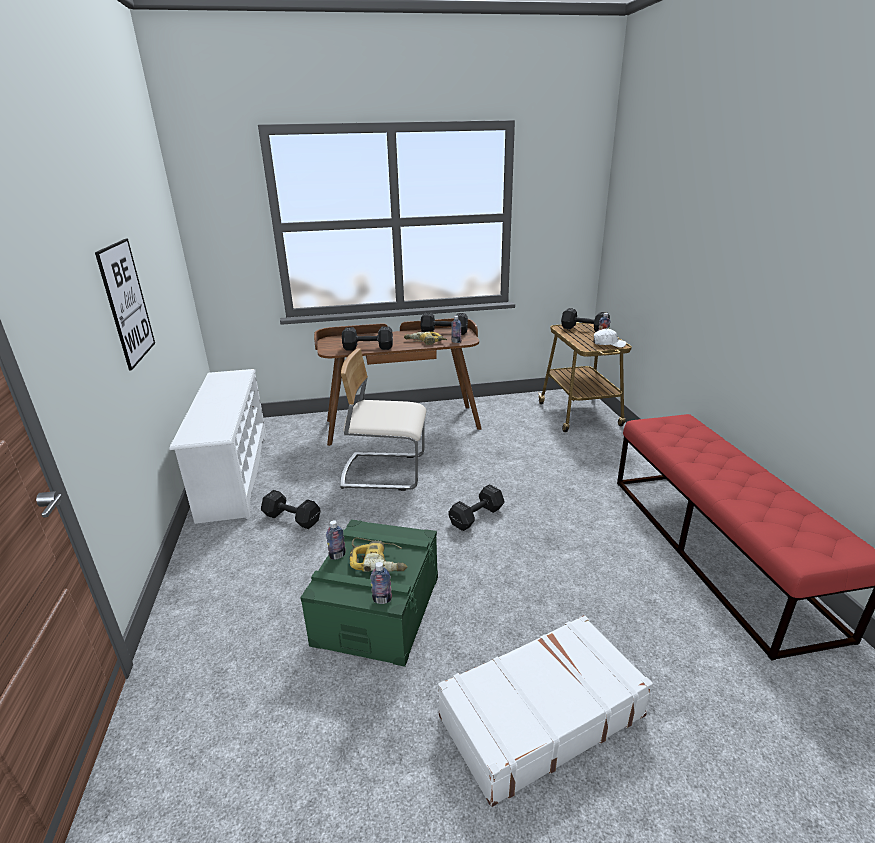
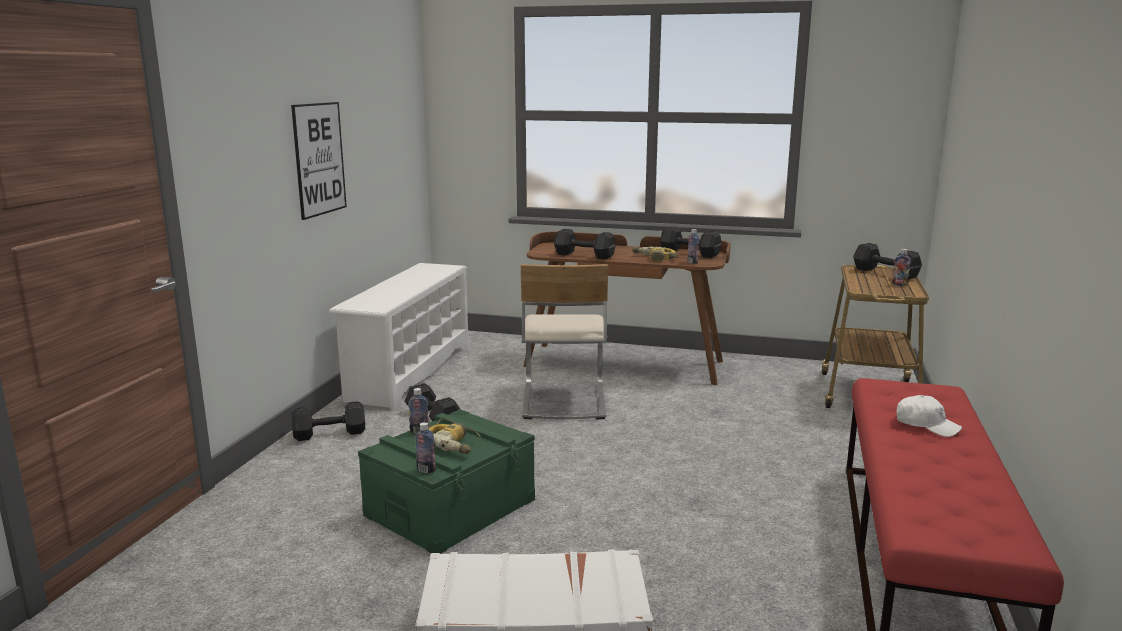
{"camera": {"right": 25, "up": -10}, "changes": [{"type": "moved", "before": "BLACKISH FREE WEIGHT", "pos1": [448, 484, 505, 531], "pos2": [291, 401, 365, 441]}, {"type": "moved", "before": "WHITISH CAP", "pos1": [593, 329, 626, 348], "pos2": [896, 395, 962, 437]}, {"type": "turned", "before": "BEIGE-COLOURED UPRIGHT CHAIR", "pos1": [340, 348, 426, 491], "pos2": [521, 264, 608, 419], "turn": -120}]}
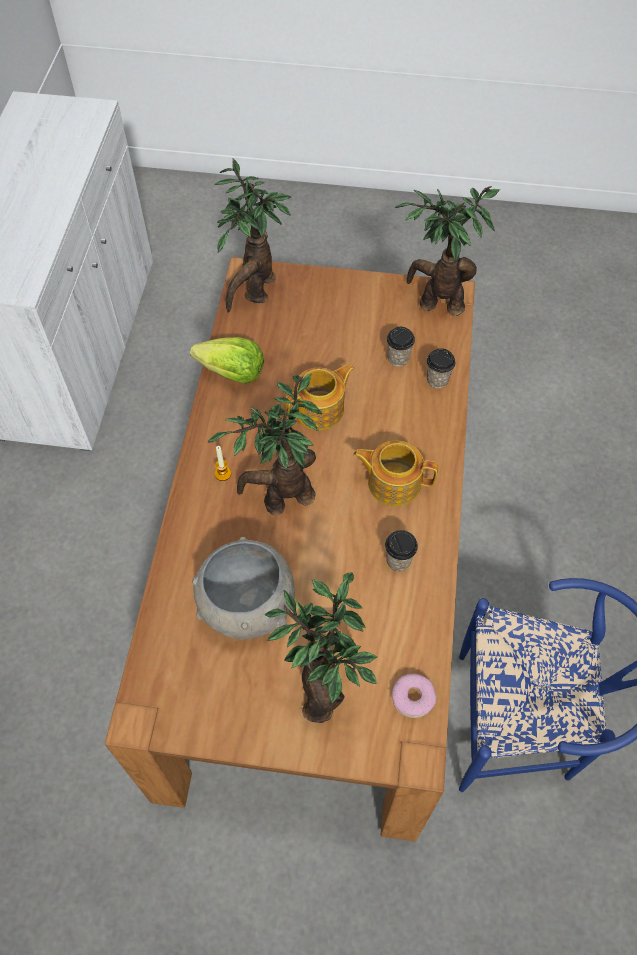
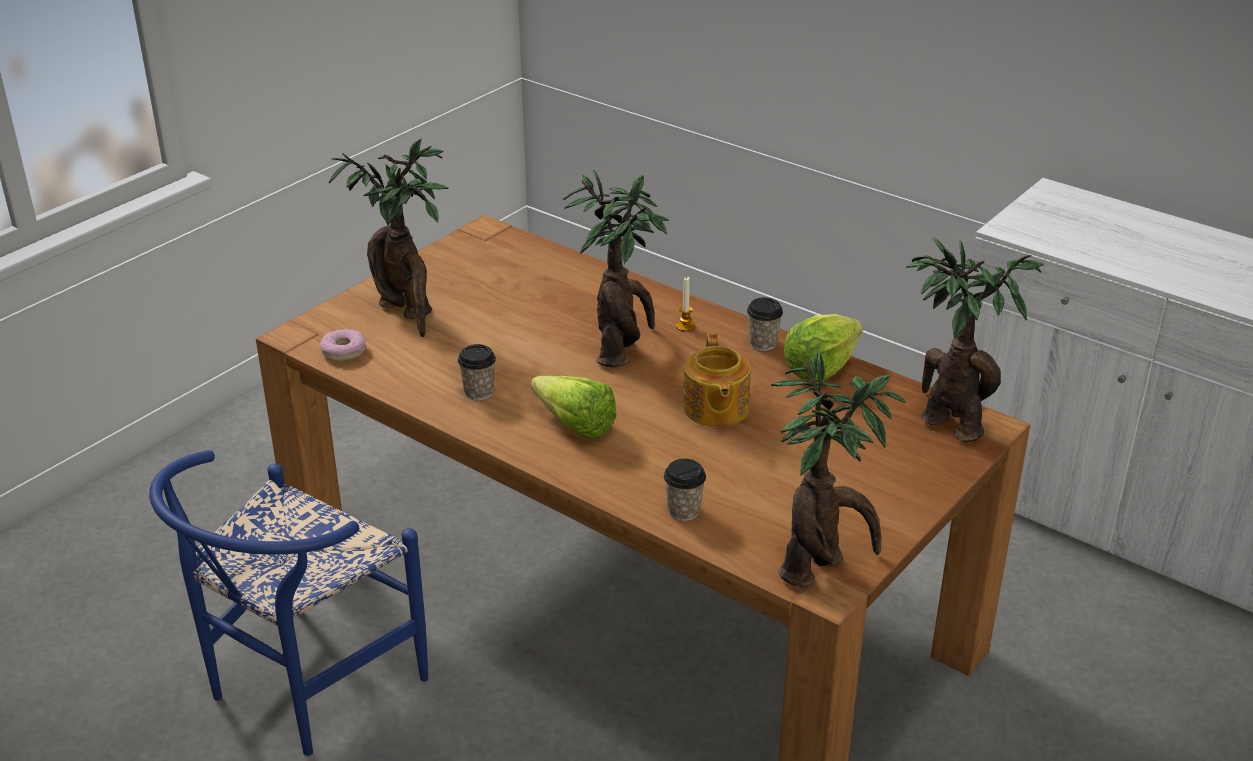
{"camera": {"right": 120, "up": -25}, "changes": [{"type": "removed", "before": "GRAY BOWL", "pos1": [192, 537, 295, 639]}, {"type": "moved", "before": "DRINKING CUP", "pos1": [387, 327, 415, 366], "pos2": [747, 297, 783, 351]}, {"type": "replaced", "before": "POT FOR TEA", "after": "HEAD OF LETTUCE", "pos1": [353, 441, 438, 506], "pos2": [531, 376, 616, 438]}]}
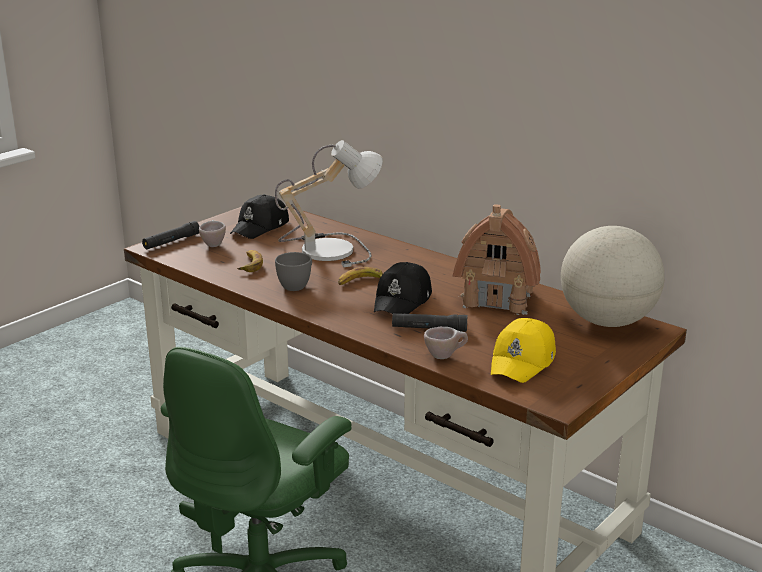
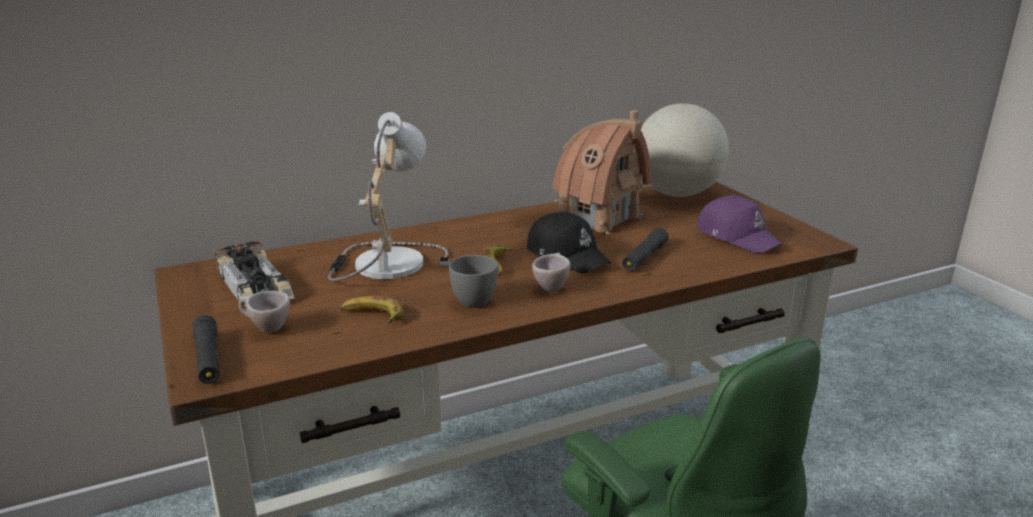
{"camera": {"right": -65, "up": 0}, "changes": [{"type": "moved", "before": "BEIGE-COLOURED DRINKING CUP", "pos1": [424, 327, 468, 359], "pos2": [532, 252, 571, 292]}, {"type": "replaced", "before": "BLACKISH CAP", "after": "MODEL CAR", "pos1": [230, 194, 289, 239], "pos2": [213, 240, 294, 308]}, {"type": "recoloured", "before": "YELLOWISH CAP", "after": "PURPLE-COLOURED CAP", "pos1": [491, 318, 556, 383], "pos2": [697, 195, 783, 254]}]}
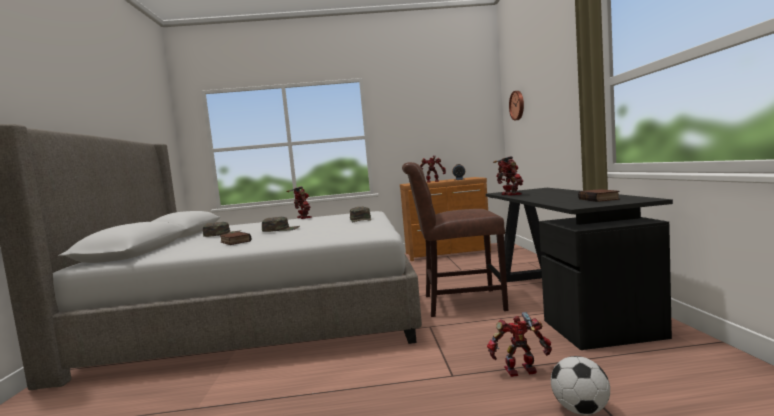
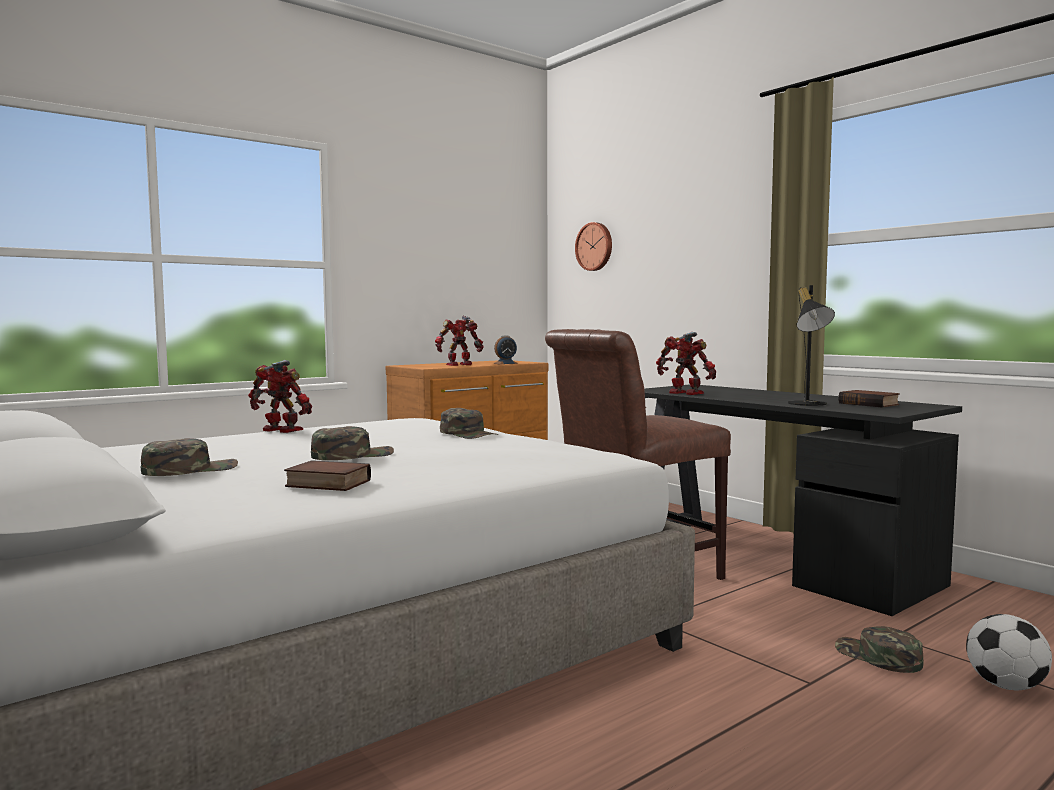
{"camera": {"right": -35, "up": 0}, "changes": [{"type": "added", "after": "BLACKISH TABLE LAMP", "pos2": [788, 285, 835, 406]}, {"type": "replaced", "before": "ROBOT FIGURE", "after": "GREENISH CAP", "pos1": [487, 312, 552, 377], "pos2": [835, 626, 924, 673]}]}
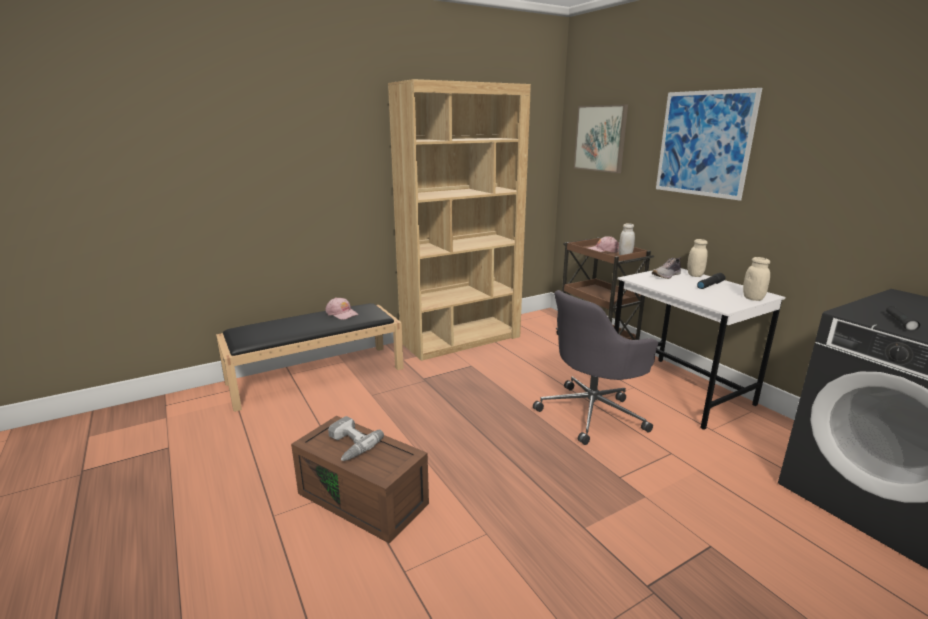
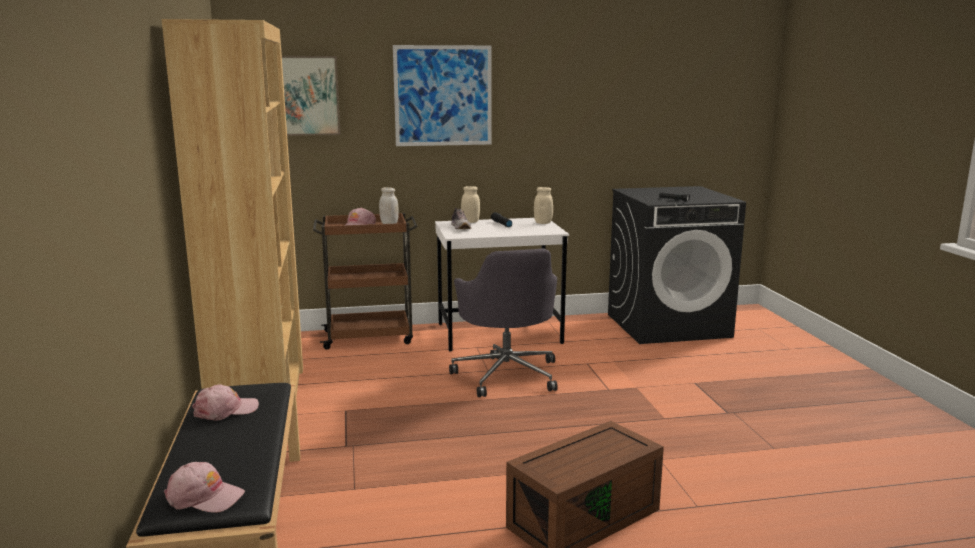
{"camera": {"right": -70, "up": -5}, "changes": [{"type": "removed", "before": "POWER DRILL", "pos1": [328, 416, 384, 461]}, {"type": "added", "after": "PINK CAP", "pos2": [164, 462, 245, 513]}]}
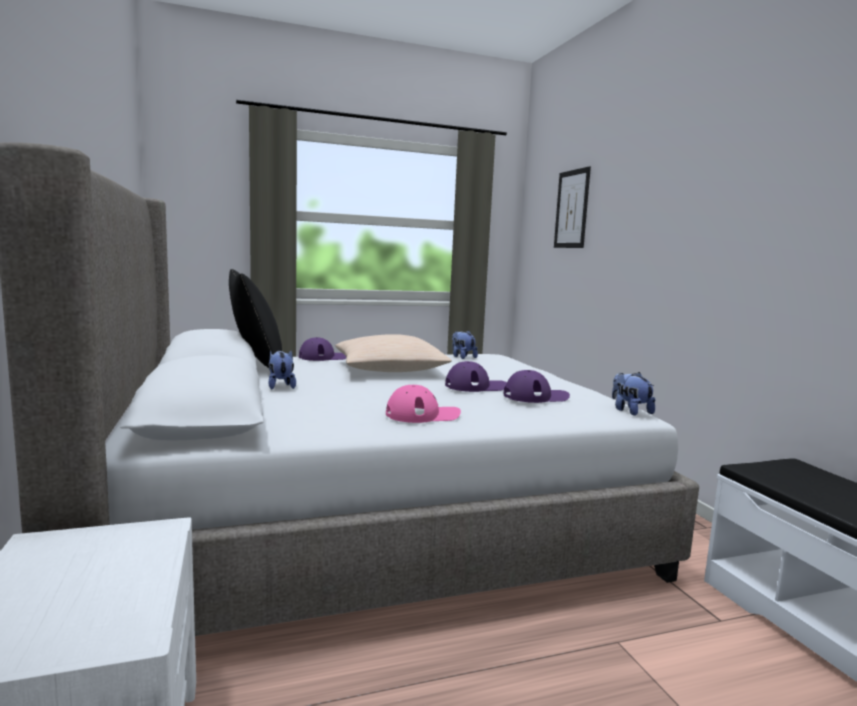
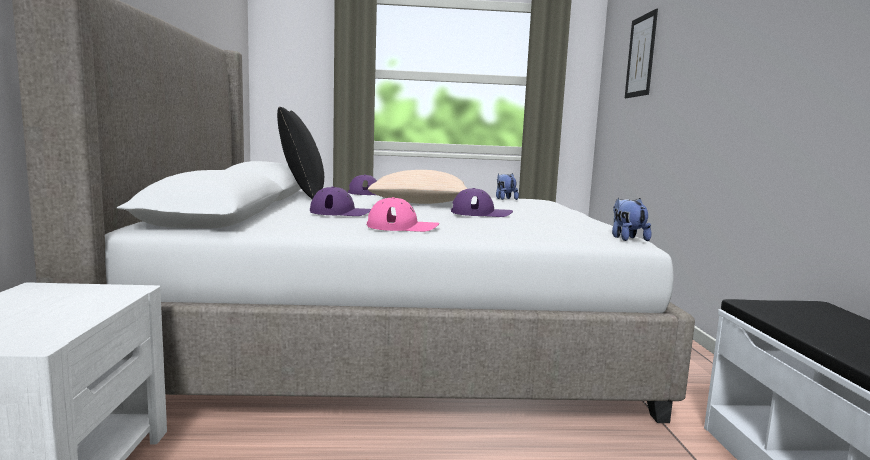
{"camera": {"right": 15, "up": 0}, "changes": [{"type": "removed", "before": "PLUSH TOY", "pos1": [268, 350, 296, 389]}, {"type": "moved", "before": "PURPLE-COLOURED CAP", "pos1": [503, 370, 570, 403], "pos2": [310, 187, 371, 216]}]}
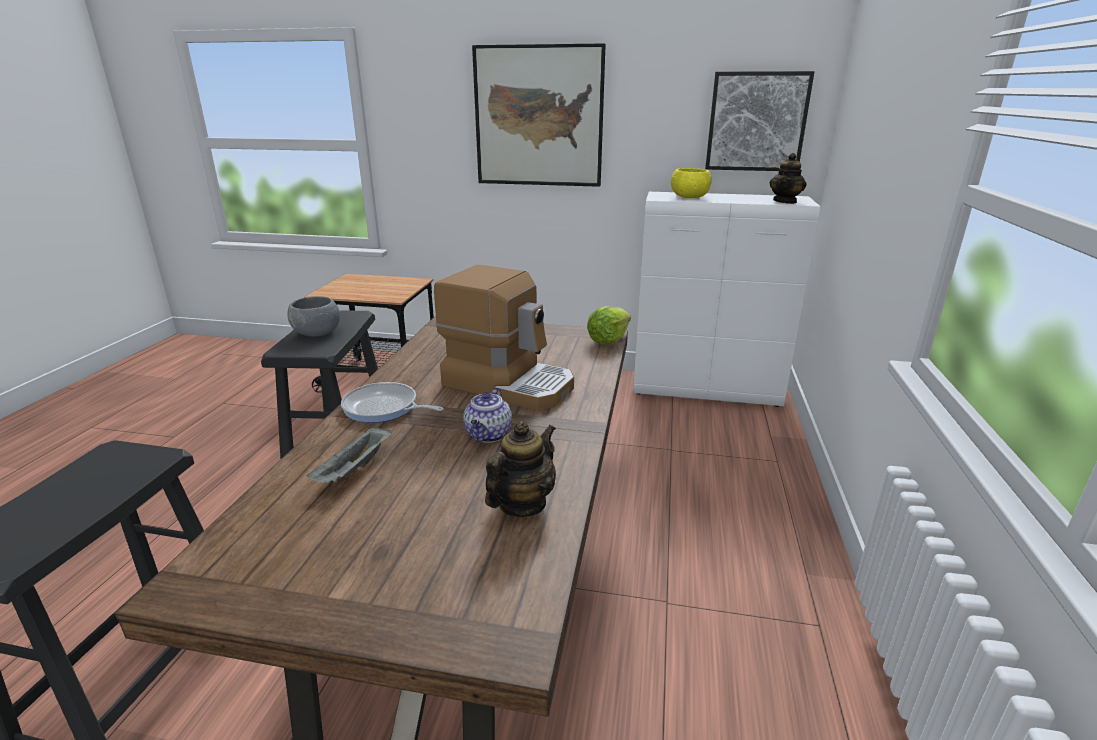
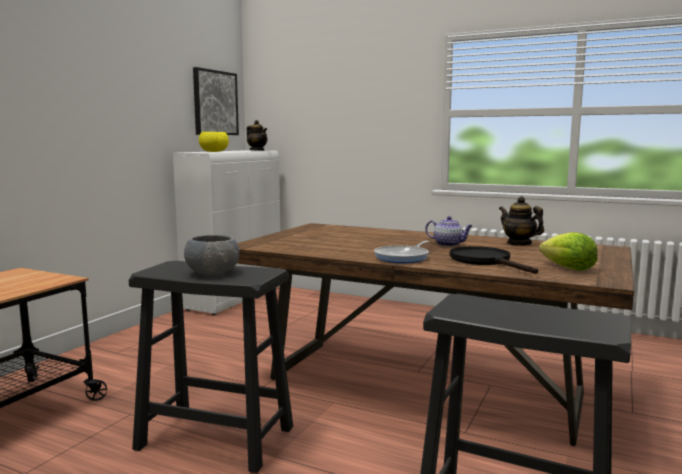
{"camera": {"right": -75, "up": -15}, "changes": [{"type": "removed", "before": "COFFEE BREWER", "pos1": [434, 265, 574, 410]}, {"type": "removed", "before": "PICTURE", "pos1": [472, 43, 606, 187]}, {"type": "moved", "before": "HEAD OF LETTUCE", "pos1": [587, 306, 631, 345], "pos2": [539, 232, 598, 271]}, {"type": "replaced", "before": "GRAY SERVING TRAY", "after": "BLACKISH FRYING PAN", "pos1": [307, 425, 391, 483], "pos2": [450, 246, 538, 274]}]}
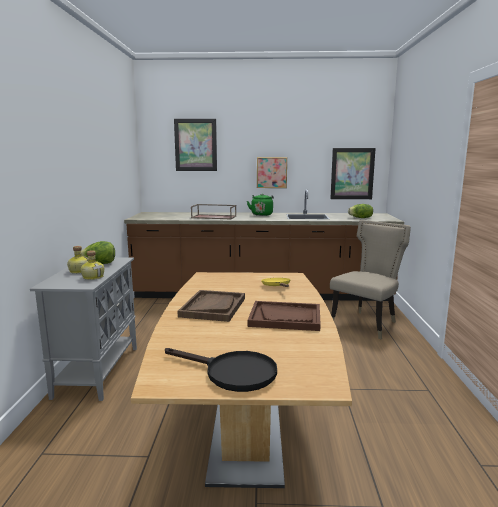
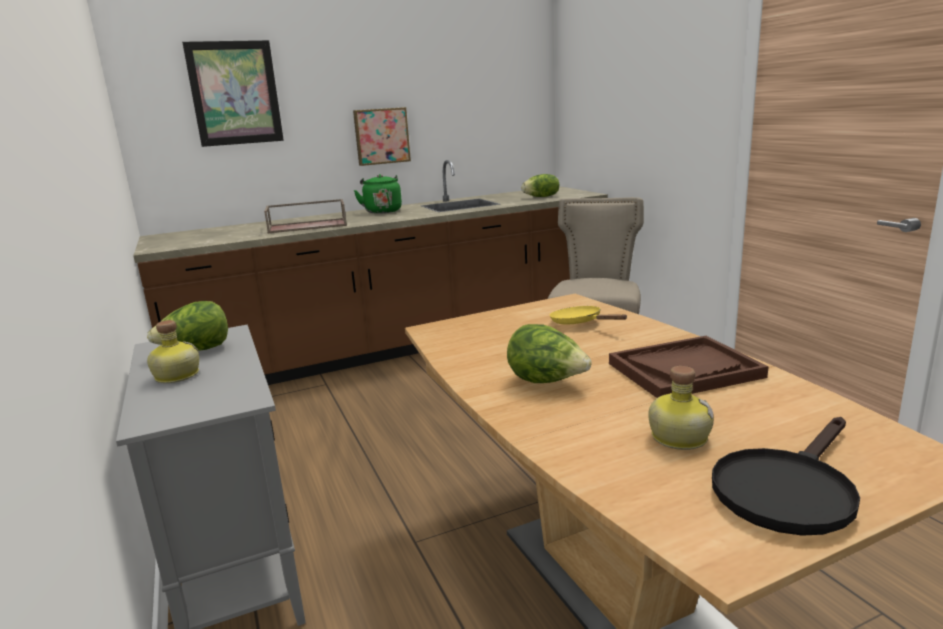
{"camera": {"right": -25, "up": 5}, "changes": [{"type": "removed", "before": "PICTURE", "pos1": [330, 148, 376, 199]}, {"type": "moved", "before": "BEVERAGE BOTTLE", "pos1": [81, 250, 104, 280], "pos2": [649, 366, 714, 450]}, {"type": "replaced", "before": "BROWN SERVING TRAY", "after": "HEAD OF LETTUCE", "pos1": [178, 290, 245, 322], "pos2": [507, 324, 592, 383]}, {"type": "turned", "before": "BLACKISH FRYING PAN", "pos1": [165, 348, 277, 392], "pos2": [712, 417, 860, 536], "turn": 135}]}
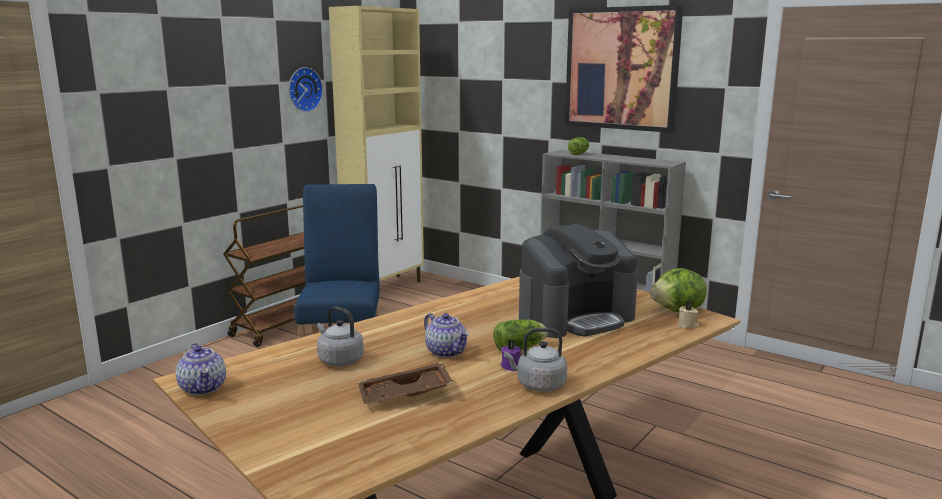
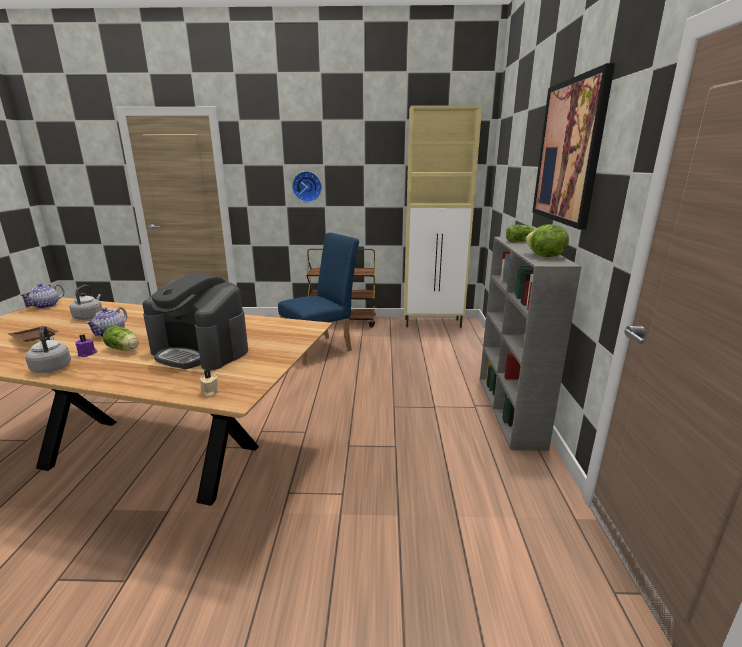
{"camera": {"right": 55, "up": 5}, "changes": [{"type": "moved", "before": "CLOCK ON THE WALL", "pos1": [289, 67, 323, 112], "pos2": [292, 171, 322, 202]}, {"type": "moved", "before": "HEAD OF LETTUCE", "pos1": [650, 268, 707, 312], "pos2": [526, 224, 569, 257]}]}
